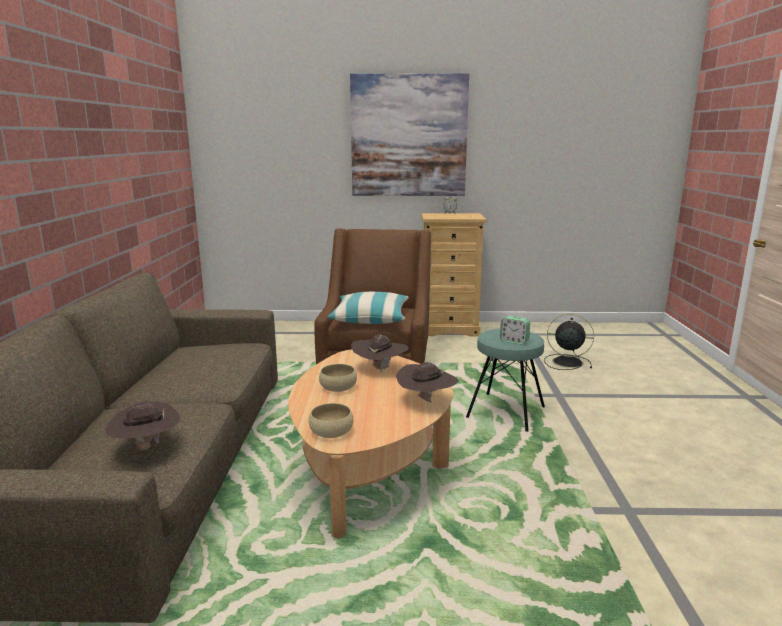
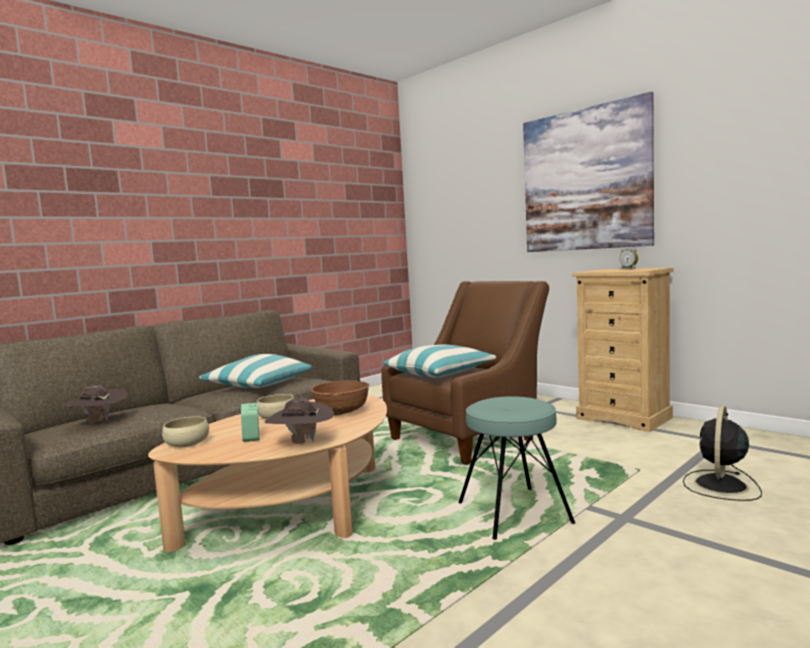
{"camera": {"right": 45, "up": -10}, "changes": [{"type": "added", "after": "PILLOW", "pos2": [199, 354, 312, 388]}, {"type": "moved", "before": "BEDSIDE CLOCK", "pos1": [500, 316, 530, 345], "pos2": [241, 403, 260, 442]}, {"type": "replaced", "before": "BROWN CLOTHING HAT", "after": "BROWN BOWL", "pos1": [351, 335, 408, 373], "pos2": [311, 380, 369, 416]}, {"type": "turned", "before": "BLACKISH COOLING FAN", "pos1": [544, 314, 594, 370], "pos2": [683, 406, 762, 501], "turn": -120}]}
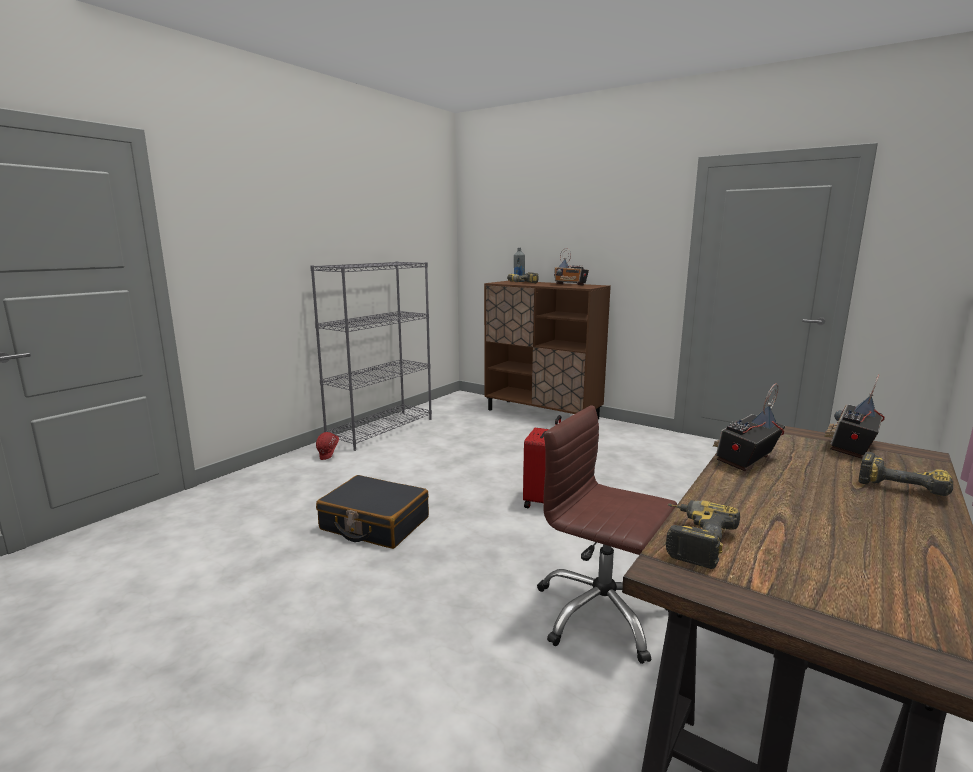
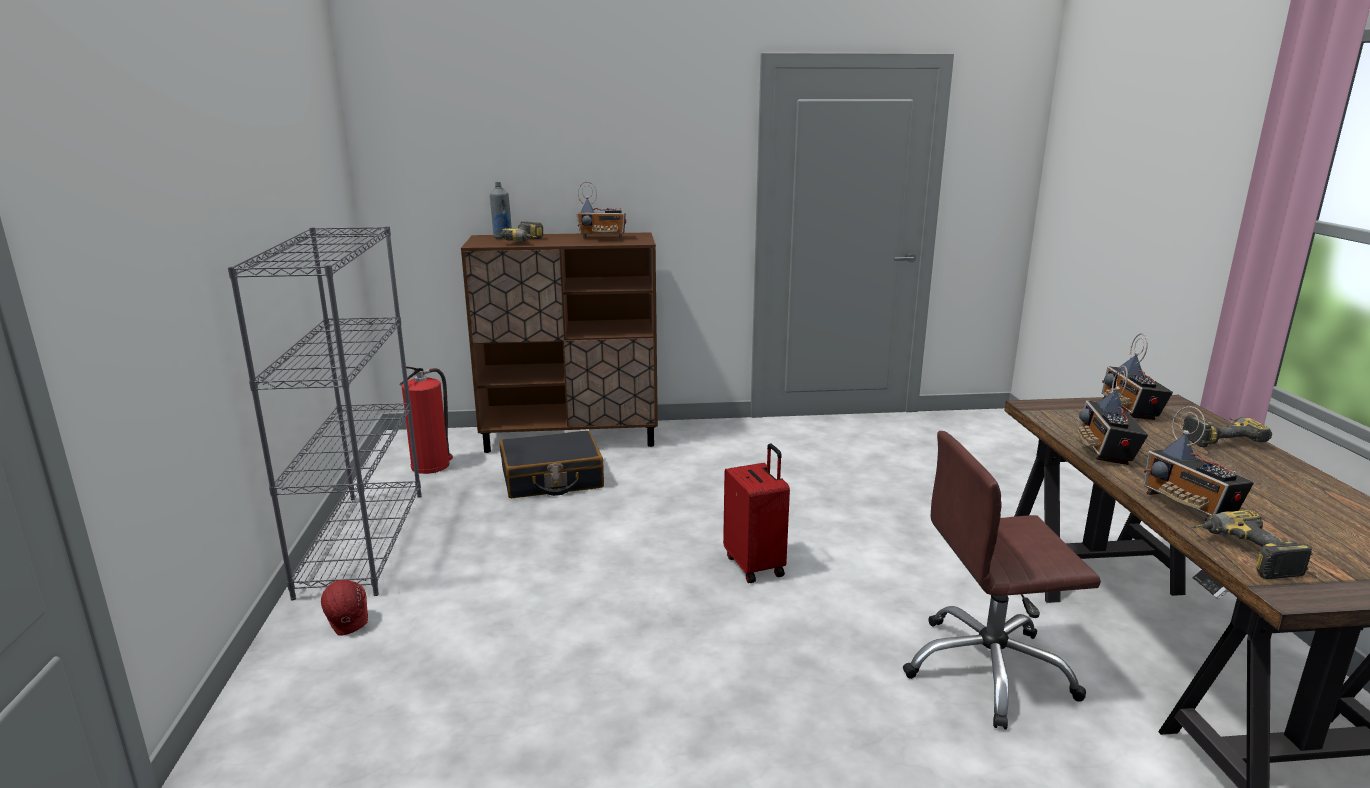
{"camera": {"right": -40, "up": 5}, "changes": [{"type": "added", "after": "FIRE-FIGHTING CYLINDER", "pos2": [399, 366, 453, 474]}, {"type": "added", "after": "RADIO RECEIVER", "pos2": [1144, 406, 1254, 521]}, {"type": "moved", "before": "BLACKISH PIECE OF LUGGAGE", "pos1": [316, 475, 429, 549], "pos2": [500, 430, 604, 498]}]}
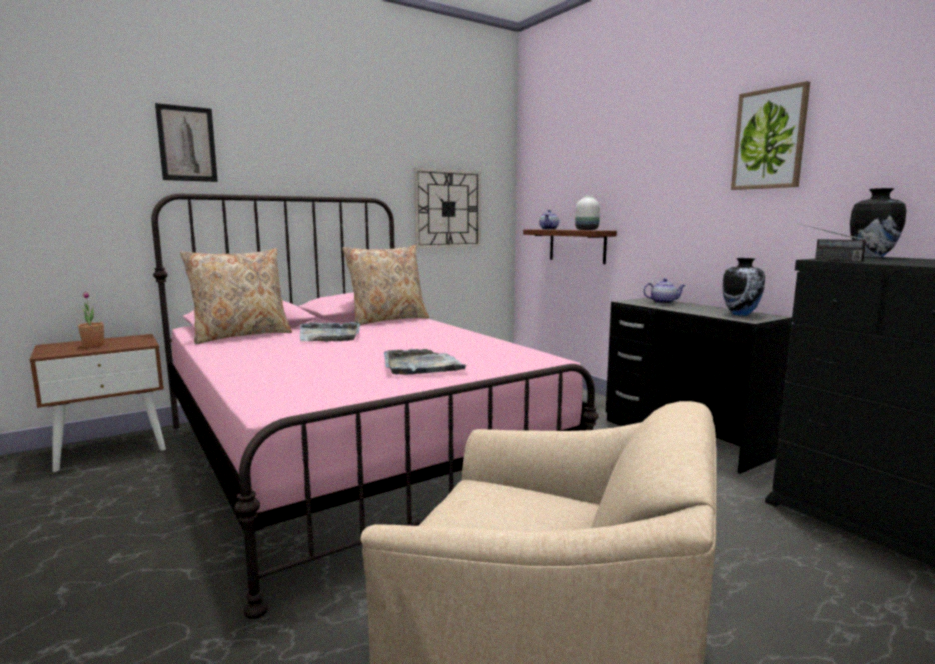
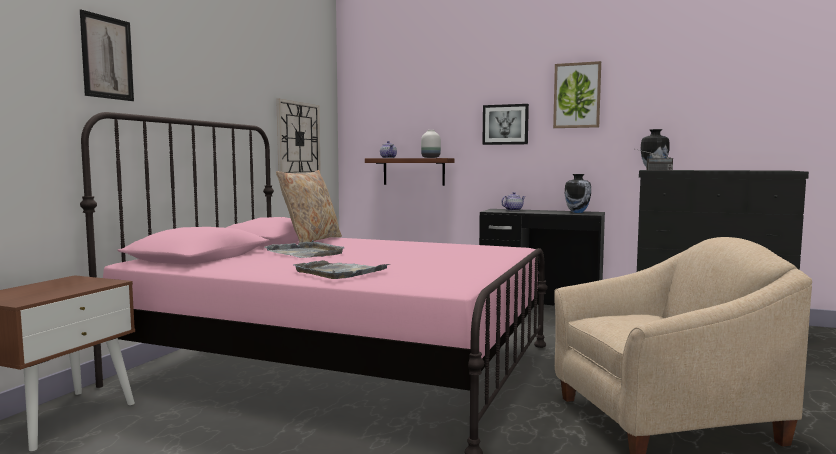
{"camera": {"right": -35, "up": -5}, "changes": [{"type": "removed", "before": "HOUSEPLANT", "pos1": [78, 291, 104, 347]}, {"type": "removed", "before": "BEIGE-COLOURED PILLOW", "pos1": [180, 248, 292, 344]}, {"type": "added", "after": "PICTURE", "pos2": [482, 104, 529, 145]}, {"type": "moved", "before": "GRAY SERVING TRAY", "pos1": [384, 349, 466, 375], "pos2": [293, 260, 391, 279]}]}
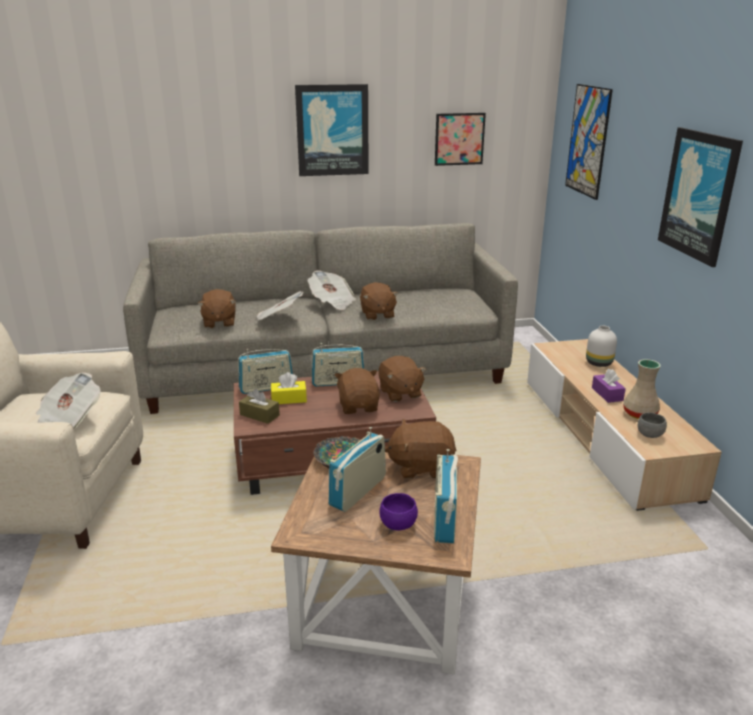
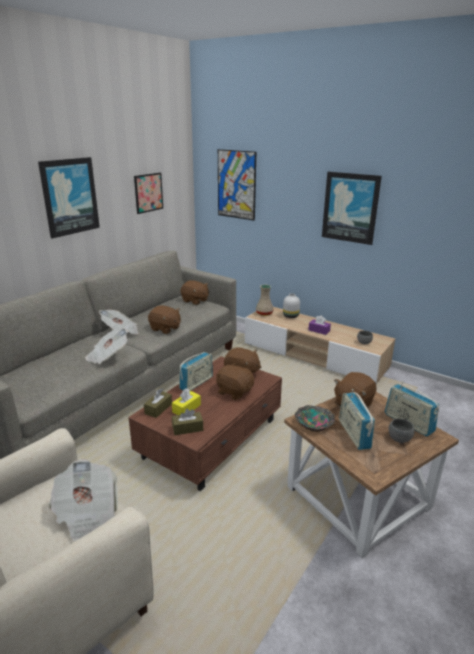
{"camera": {"right": -45, "up": 0}, "changes": [{"type": "moved", "before": "BROWN PLUSH TOY", "pos1": [198, 289, 236, 328], "pos2": [180, 280, 209, 305]}, {"type": "moved", "before": "BEIGE-COLOURED VASE", "pos1": [623, 359, 661, 419], "pos2": [256, 285, 274, 316]}, {"type": "replaced", "before": "RADIO RECEIVER", "after": "BROWN TISSUE BOX", "pos1": [238, 349, 293, 394], "pos2": [144, 389, 172, 418]}, {"type": "recoloured", "before": "PURPLE-COLOURED BOWL", "after": "GRAY BOWL", "pos1": [379, 493, 418, 530], "pos2": [389, 418, 415, 443]}]}
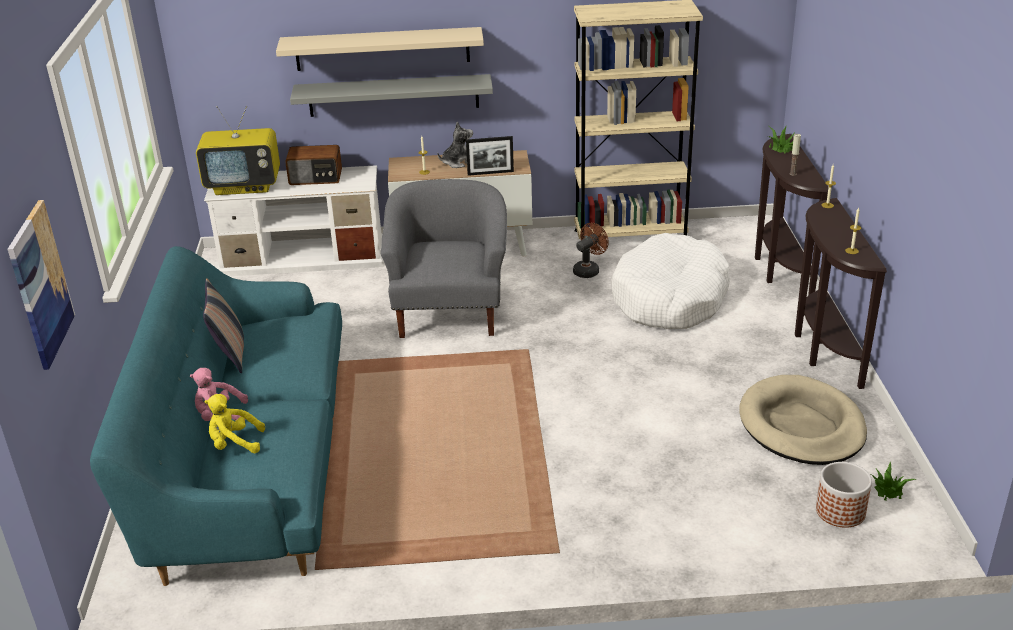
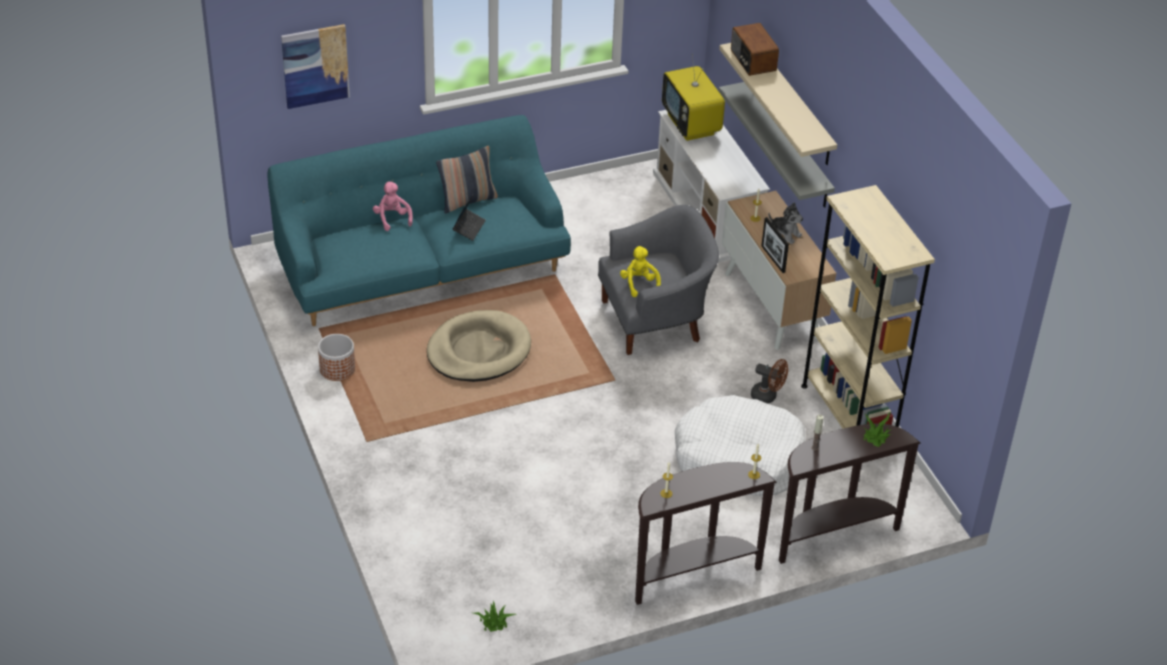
{"camera": {"right": 70, "up": 10}, "changes": [{"type": "added", "after": "LAPTOP", "pos2": [452, 195, 486, 241]}, {"type": "moved", "before": "YELLOWISH PLUSH TOY", "pos1": [205, 394, 265, 453], "pos2": [620, 246, 661, 297]}, {"type": "moved", "before": "RADIO RECEIVER", "pos1": [285, 145, 342, 185], "pos2": [731, 23, 779, 76]}, {"type": "moved", "before": "BEIGE-COLOURED PET BED", "pos1": [739, 375, 867, 465], "pos2": [427, 310, 531, 382]}, {"type": "moved", "before": "PLANT POT", "pos1": [816, 462, 872, 528], "pos2": [318, 334, 355, 381]}]}
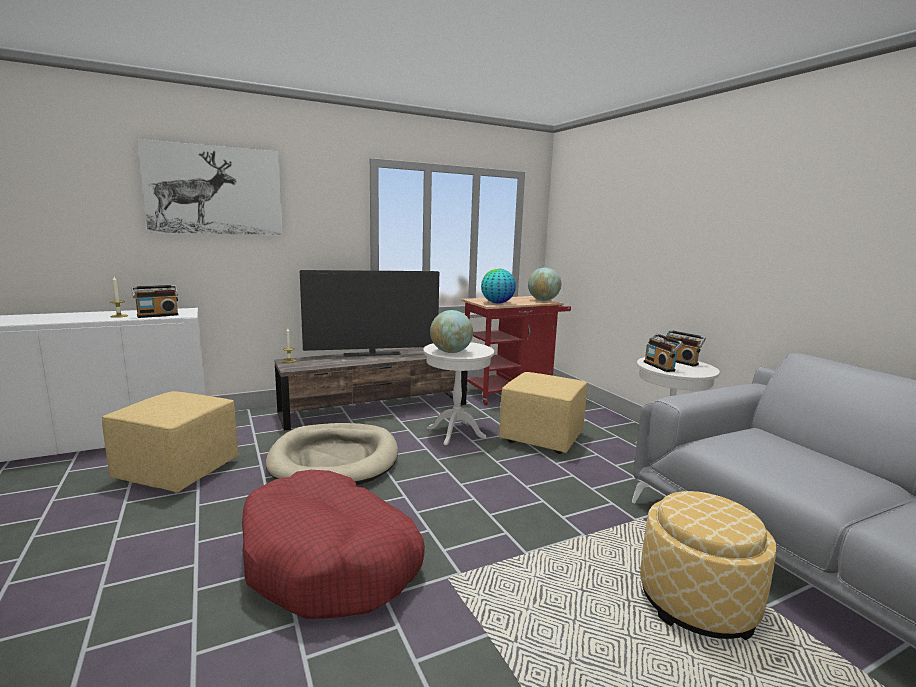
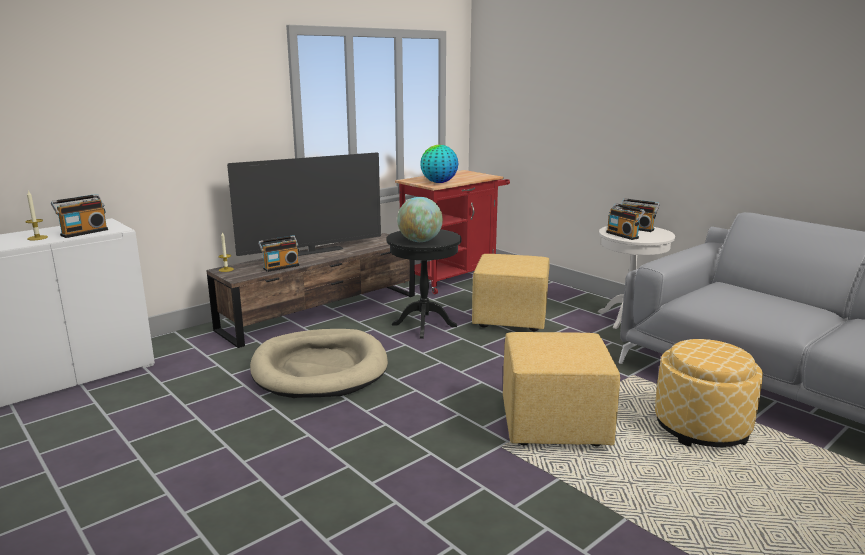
{"camera": {"right": -15, "up": 5}, "changes": [{"type": "removed", "before": "PICTURE", "pos1": [137, 139, 282, 235]}, {"type": "removed", "before": "REDDISH PET BED", "pos1": [242, 470, 425, 619]}, {"type": "removed", "before": "WORLD GLOBE", "pos1": [528, 268, 561, 301]}, {"type": "added", "after": "RADIO RECEIVER", "pos2": [258, 235, 300, 272]}, {"type": "moved", "before": "YELLOWISH FOOTREST", "pos1": [102, 391, 239, 493], "pos2": [503, 332, 620, 446]}, {"type": "recoloured", "before": "WHITISH SIDE TABLE", "after": "BLACKISH SIDE TABLE", "pos1": [424, 342, 494, 445], "pos2": [387, 229, 461, 339]}]}
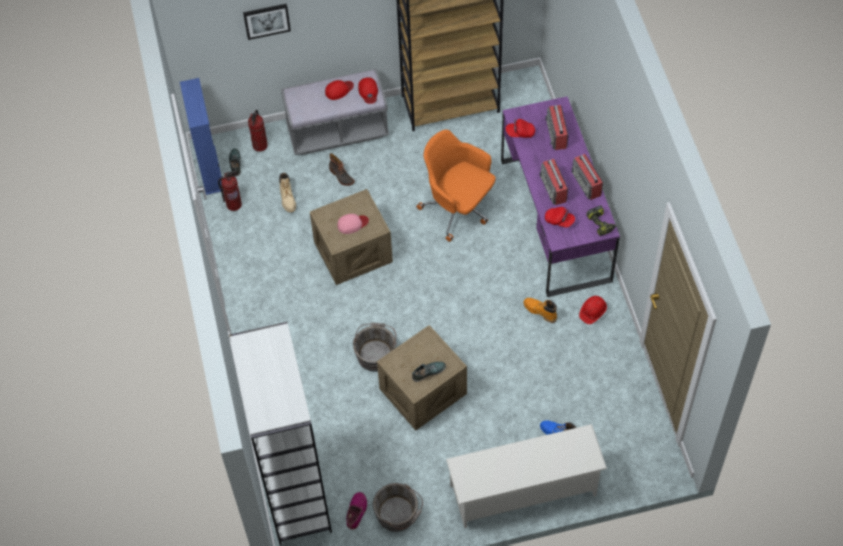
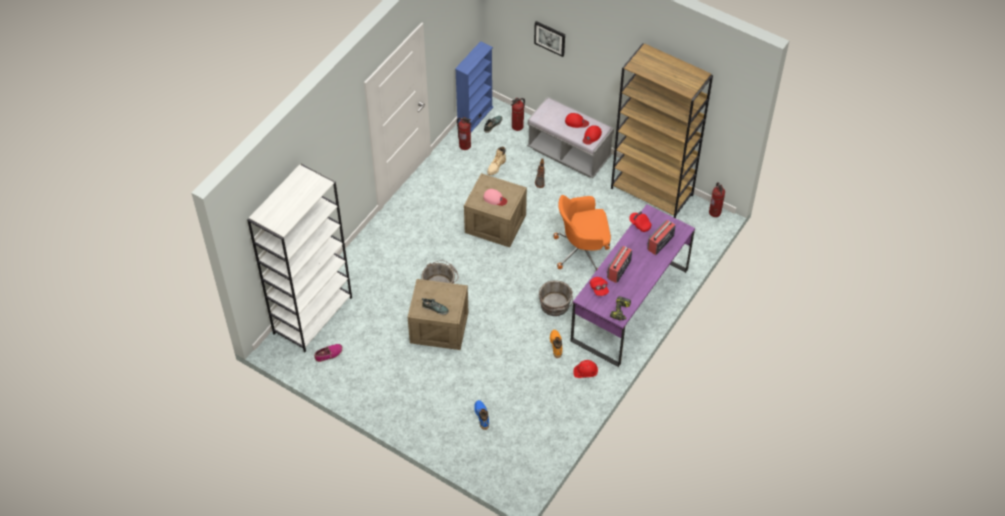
{"camera": {"right": 45, "up": -5}, "changes": [{"type": "removed", "before": "WHITISH SHOE RACK", "pos1": [446, 424, 607, 528]}, {"type": "removed", "before": "RADIO RECEIVER", "pos1": [571, 154, 603, 200]}, {"type": "added", "after": "FIRE-FIGHTING CYLINDER", "pos2": [709, 182, 725, 217]}, {"type": "moved", "before": "GRAY BUCKET", "pos1": [373, 483, 423, 532], "pos2": [539, 280, 573, 316]}, {"type": "turned", "before": "ORANGE-COLOURED DESK CHAIR", "pos1": [416, 130, 496, 242], "pos2": [553, 195, 611, 270], "turn": -90}]}
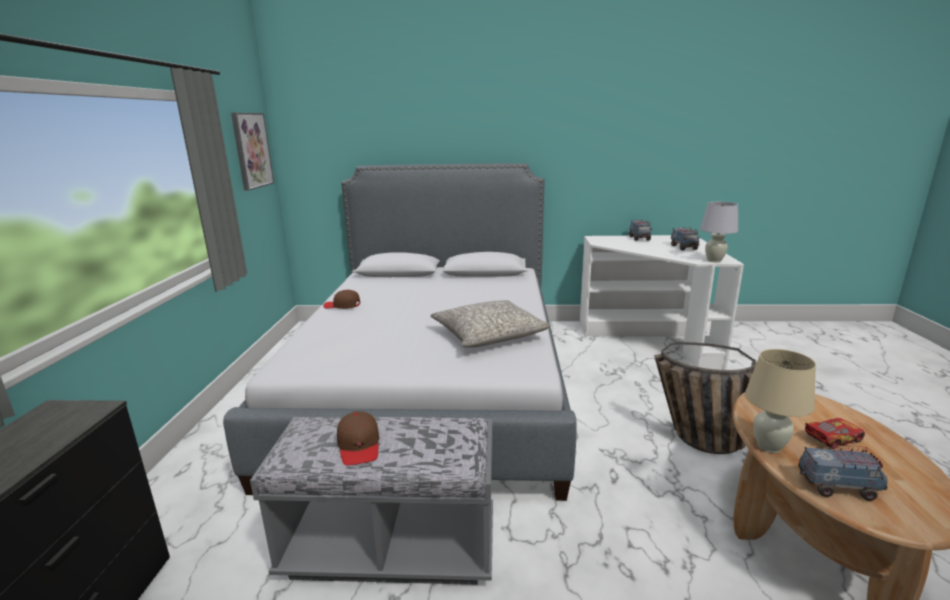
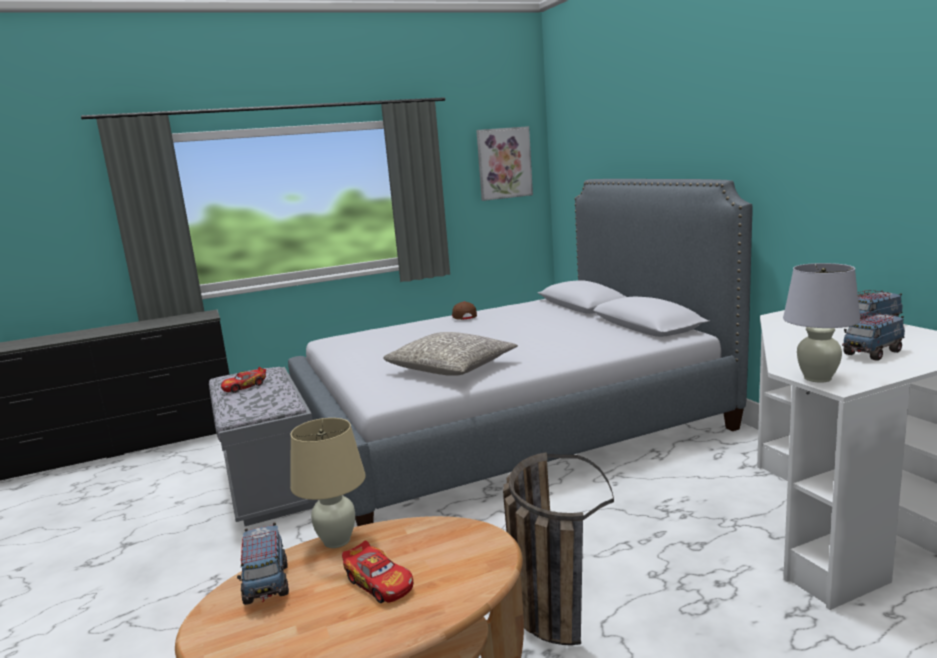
{"camera": {"right": 65, "up": -5}, "changes": [{"type": "replaced", "before": "BROWN CAP", "after": "MODEL CAR", "pos1": [337, 411, 379, 465], "pos2": [221, 367, 266, 393]}]}
